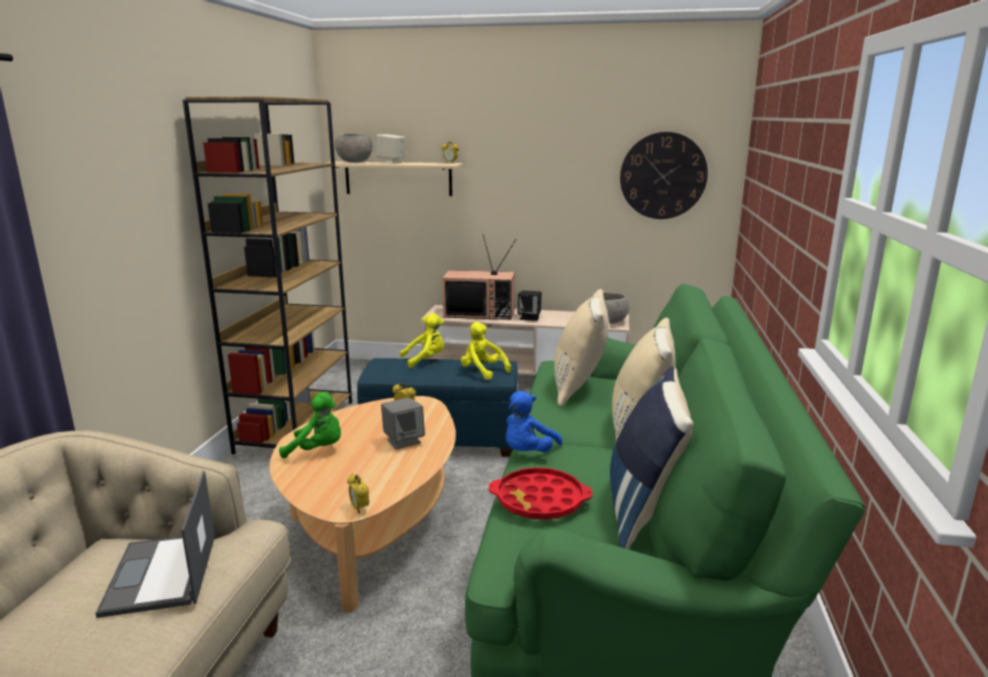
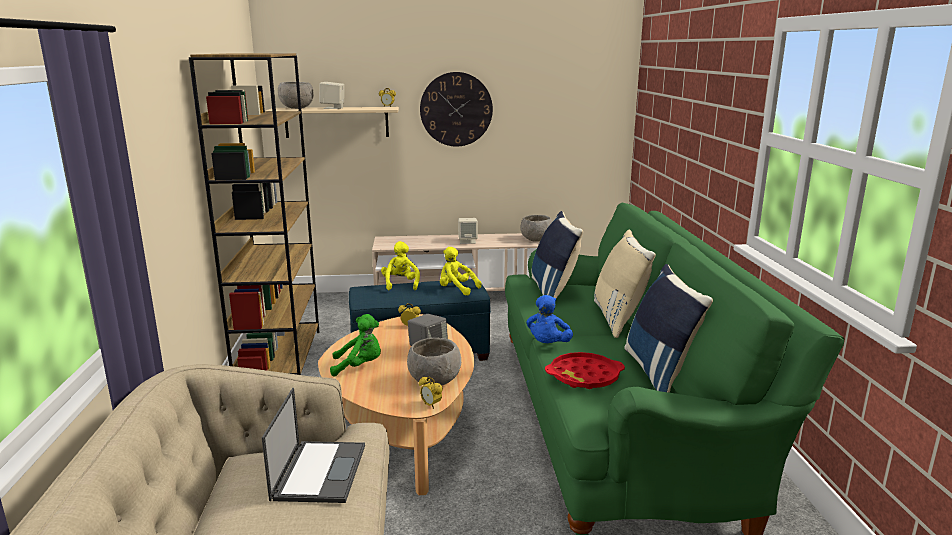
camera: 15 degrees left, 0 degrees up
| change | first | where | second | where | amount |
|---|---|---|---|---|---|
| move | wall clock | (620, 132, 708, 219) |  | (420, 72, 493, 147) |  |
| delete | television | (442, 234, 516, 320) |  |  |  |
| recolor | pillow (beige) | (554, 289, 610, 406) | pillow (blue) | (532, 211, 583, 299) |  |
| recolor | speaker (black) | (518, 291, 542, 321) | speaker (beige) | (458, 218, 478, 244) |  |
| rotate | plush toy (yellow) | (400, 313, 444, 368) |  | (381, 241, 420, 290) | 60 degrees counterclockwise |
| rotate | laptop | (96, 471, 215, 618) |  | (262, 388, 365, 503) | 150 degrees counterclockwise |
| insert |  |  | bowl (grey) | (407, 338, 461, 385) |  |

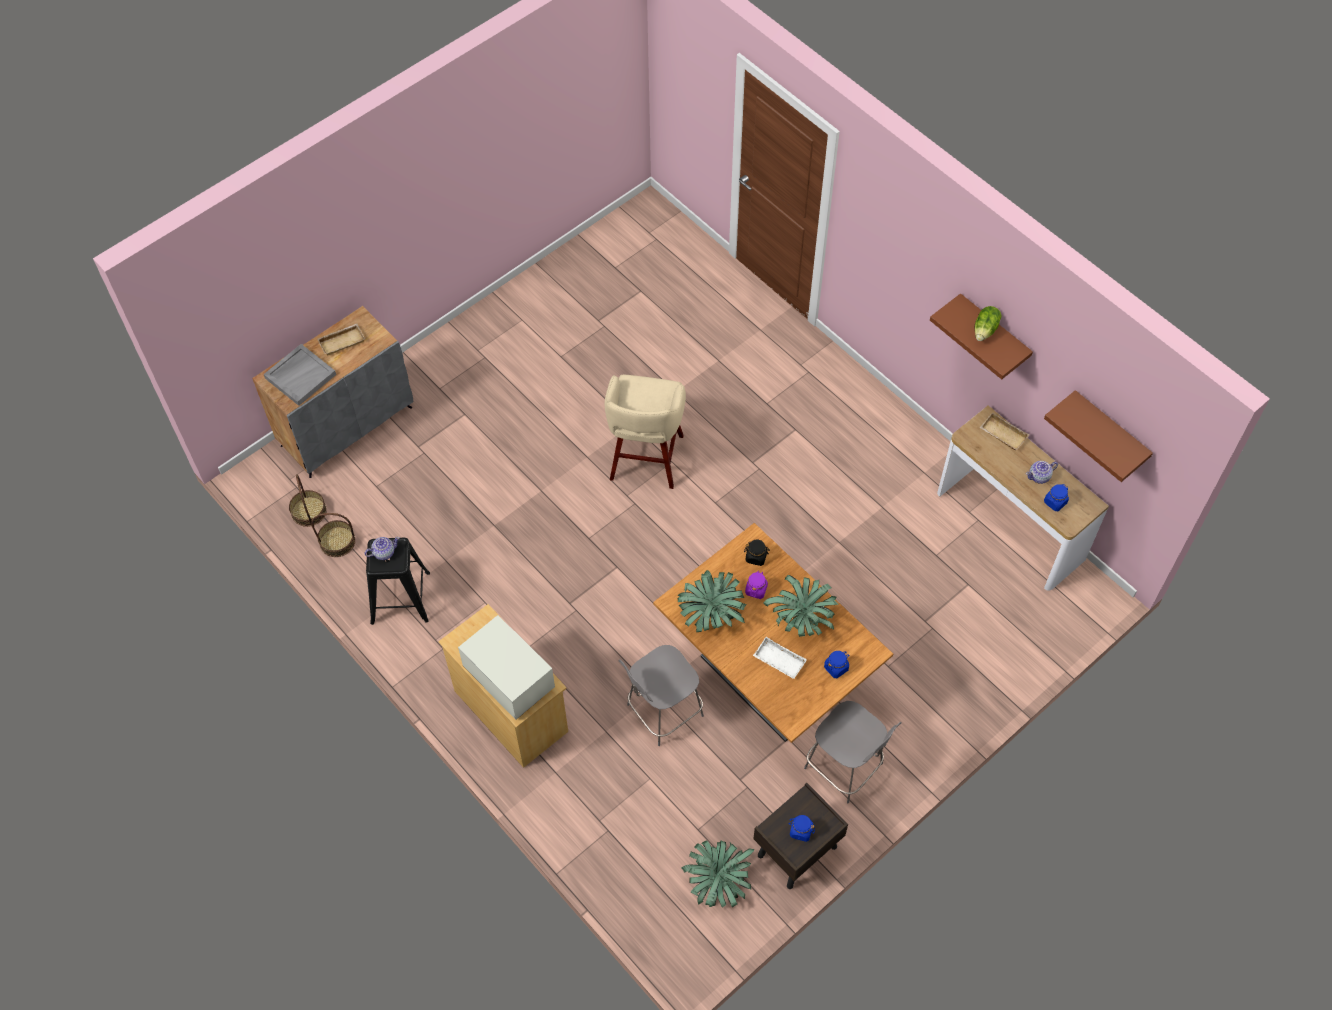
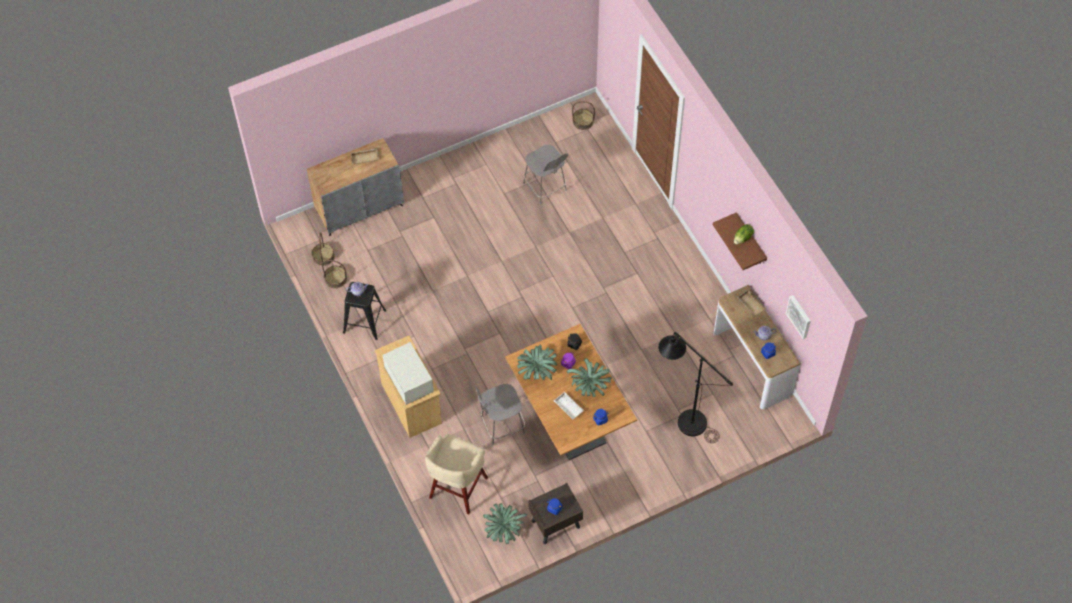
camera: 15 degrees right, 0 degrees up
| change | first | where | second | where | amount |
|---|---|---|---|---|---|
| delete | tray (grey) | (264, 344, 336, 406) |  |  |  |
| move | stool (beige) | (605, 375, 686, 489) |  | (425, 434, 488, 515) |  |
| replace | shelf (brown) | (1044, 390, 1153, 482) | picture | (786, 295, 811, 339) |  |
| move | chair (grey) | (804, 701, 901, 803) |  | (523, 145, 568, 205) |  |
| insert |  |  | basket | (572, 101, 595, 130) |  |
| insert |  |  | floor lamp (black) | (658, 332, 733, 443) |  |

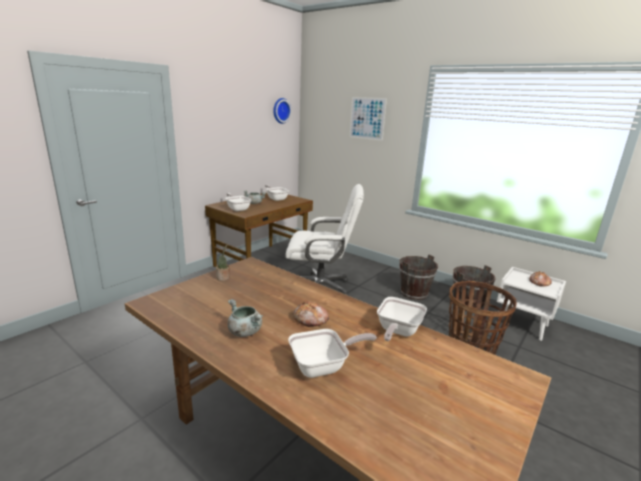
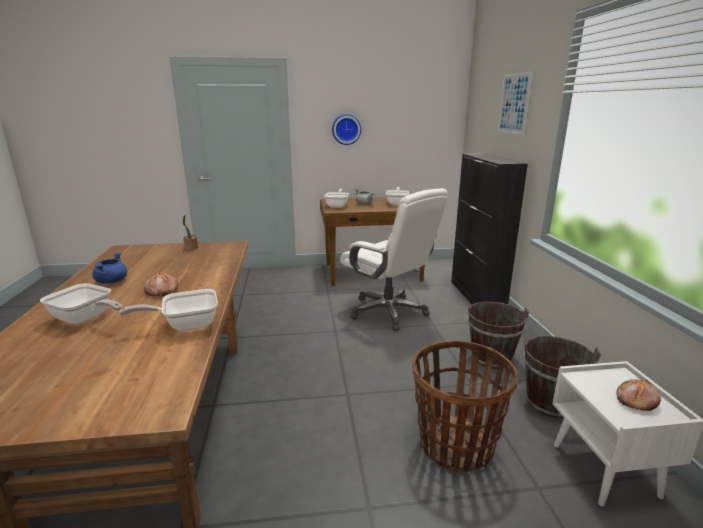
camera: 45 degrees right, 0 degrees up
| change | first | where | second | where | amount |
|---|---|---|---|---|---|
| move | wall clock | (273, 98, 292, 124) |  | (332, 114, 361, 145) |  |
| recolor | cooking pot (grey) | (228, 299, 263, 337) | cooking pot (blue) | (93, 252, 127, 284) |  |
| insert |  |  | cabinet (black) | (451, 153, 528, 305) |  |

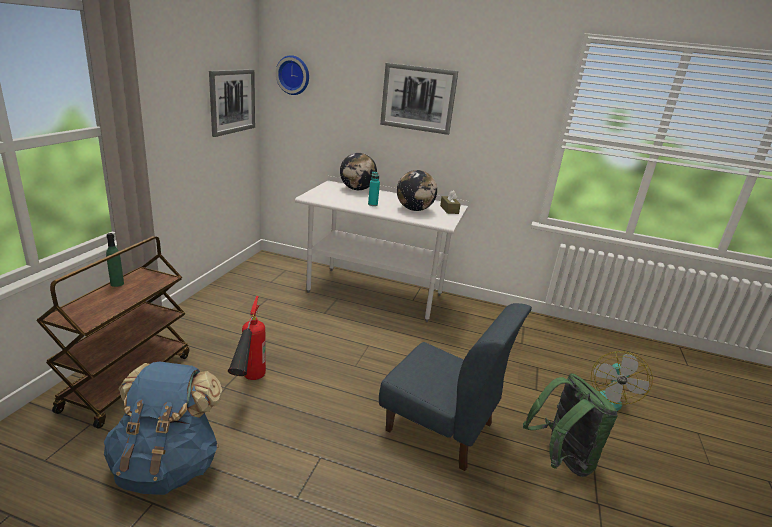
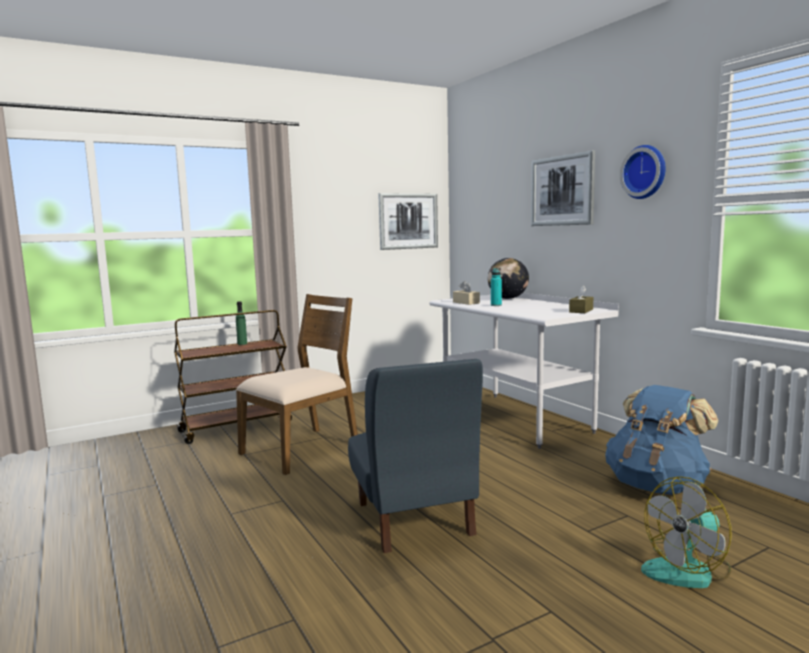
camera: 45 degrees right, 15 degrees down
| change | first | where | second | where | amount |
|---|---|---|---|---|---|
| move | wall clock | (276, 55, 309, 95) |  | (620, 145, 665, 199) |  |
| delete | globe | (397, 170, 437, 211) |  |  |  |
| replace | fire extinguisher | (228, 296, 266, 380) | chair (brown) | (236, 294, 358, 475) |  |
| move | backpack (blue) | (103, 362, 222, 495) |  | (605, 385, 719, 495) |  |
| delete | backpack (green) | (523, 373, 618, 477) |  |  |  |
| insert |  |  | tissue box (beige) | (453, 281, 480, 305) |  |

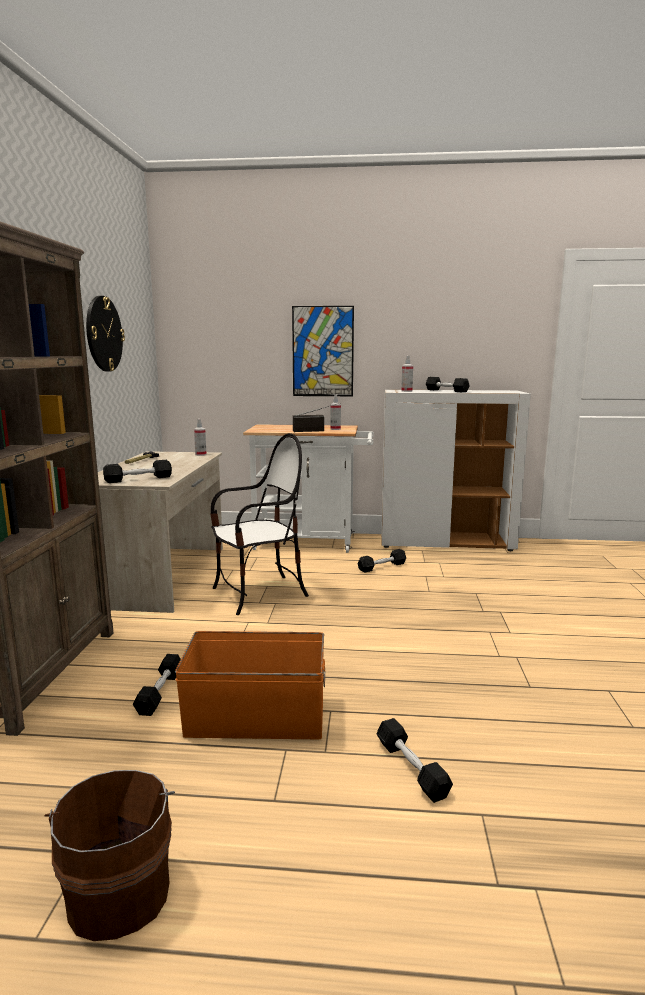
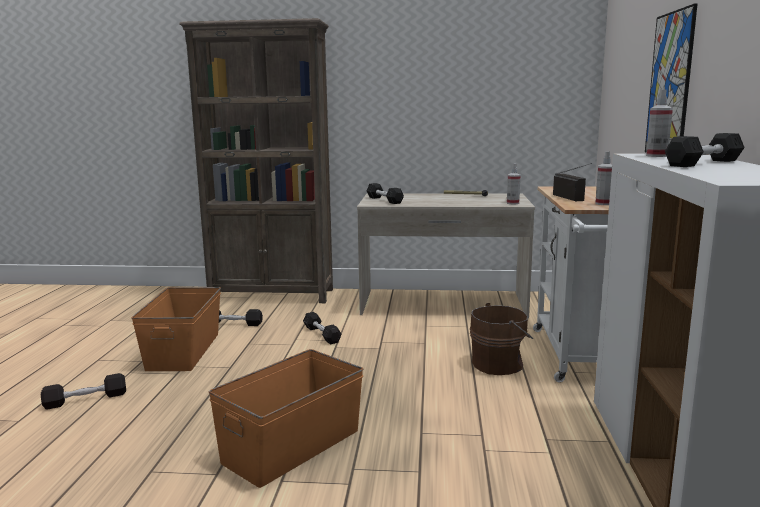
camera: 90 degrees right, 0 degrees up
| change | first | where | second | where | amount |
|---|---|---|---|---|---|
| delete | wall clock | (86, 296, 125, 372) |  |  |  |
| delete | chair | (210, 433, 309, 615) |  |  |  |
| move | dumbbell (black) | (358, 549, 406, 573) |  | (303, 312, 342, 344) |  |
| move | bucket (brown) | (44, 770, 175, 941) |  | (470, 303, 533, 375) |  |
| insert |  |  | storage box (orange) | (209, 349, 363, 488) |  |

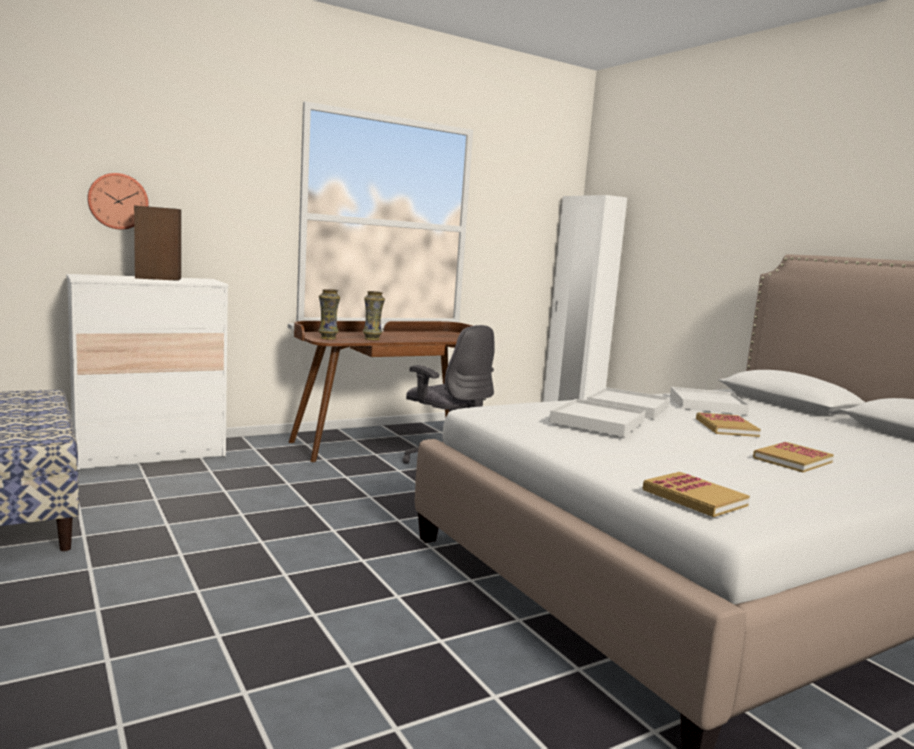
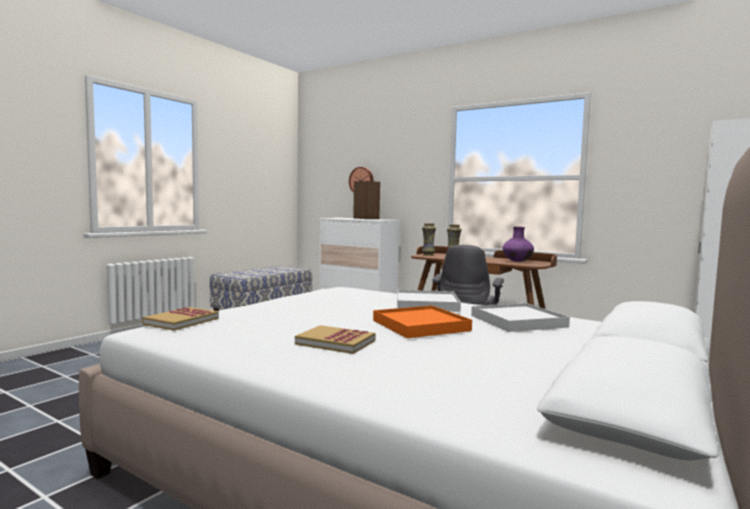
camera: 65 degrees right, 5 degrees down
| change | first | where | second | where | amount |
|---|---|---|---|---|---|
| delete | tray (white) | (549, 399, 645, 437) |  |  |  |
| replace | book | (696, 412, 761, 437) | tray (orange) | (373, 306, 472, 338) |  |
| insert |  |  | vase (purple) | (502, 226, 534, 262) |  |

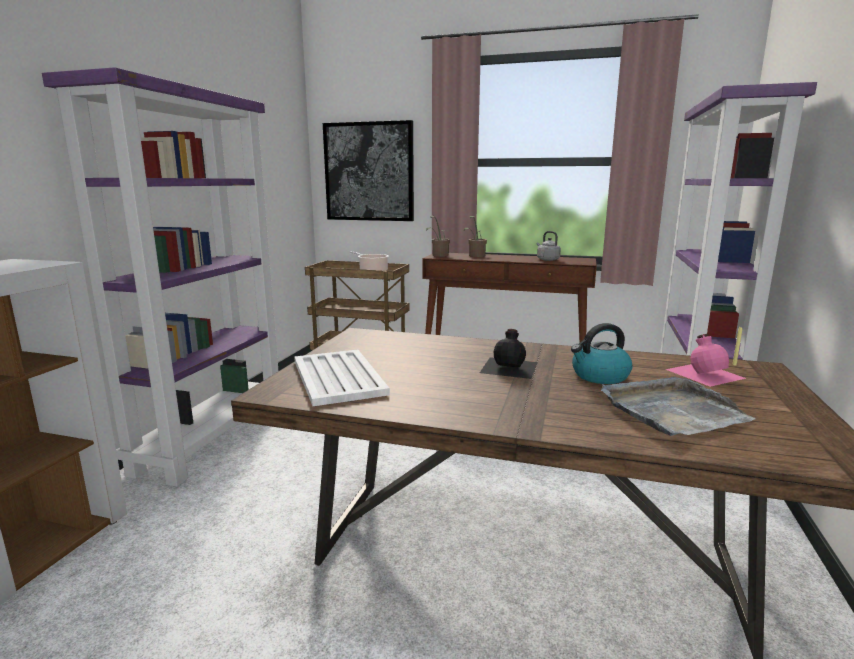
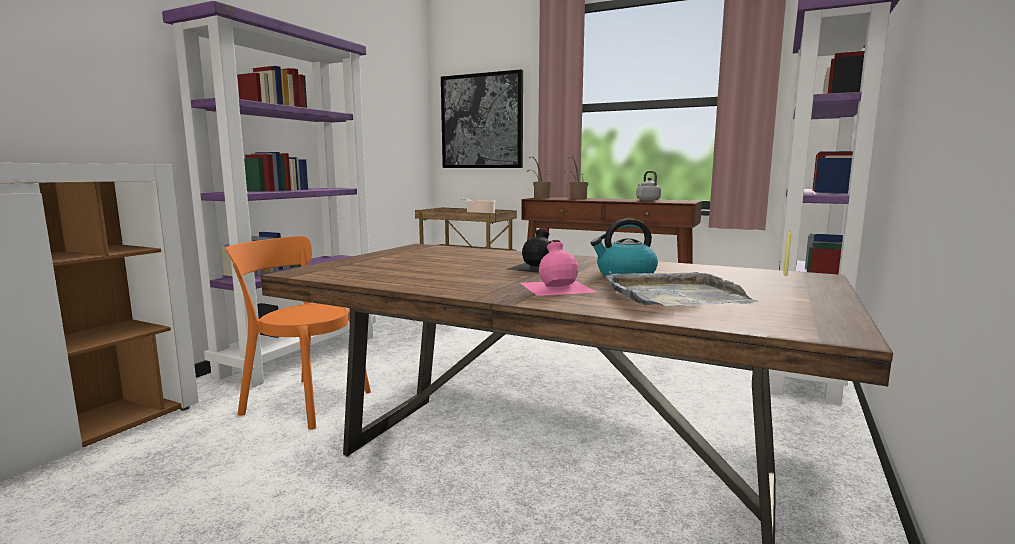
camera: 10 degrees right, 5 degrees down
| change | first | where | second | where | amount |
|---|---|---|---|---|---|
| move | bottle (pink) | (665, 334, 746, 387) |  | (520, 240, 596, 296) |  |
| delete | tray (white) | (294, 349, 390, 406) |  |  |  |
| insert |  |  | chair (orange) | (225, 236, 371, 430) |  |

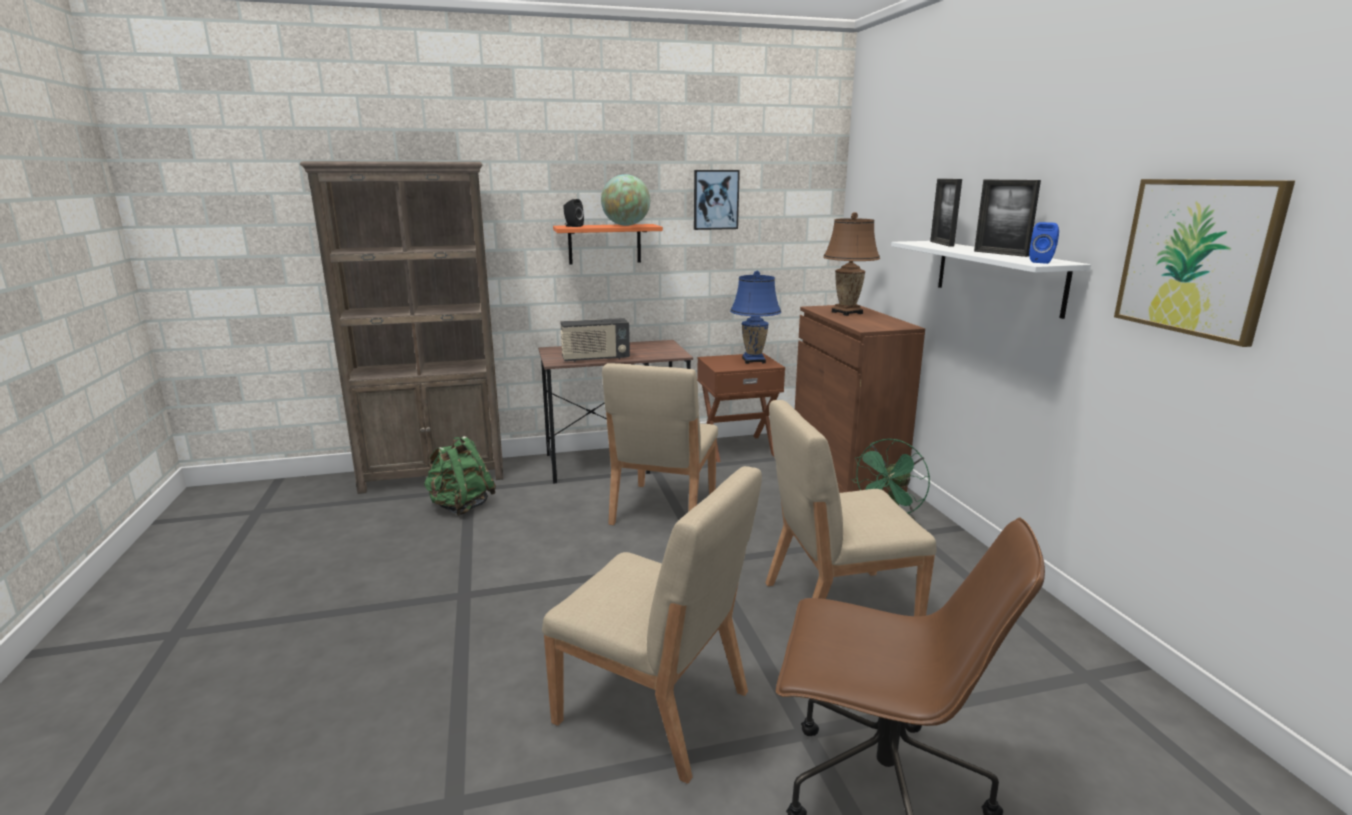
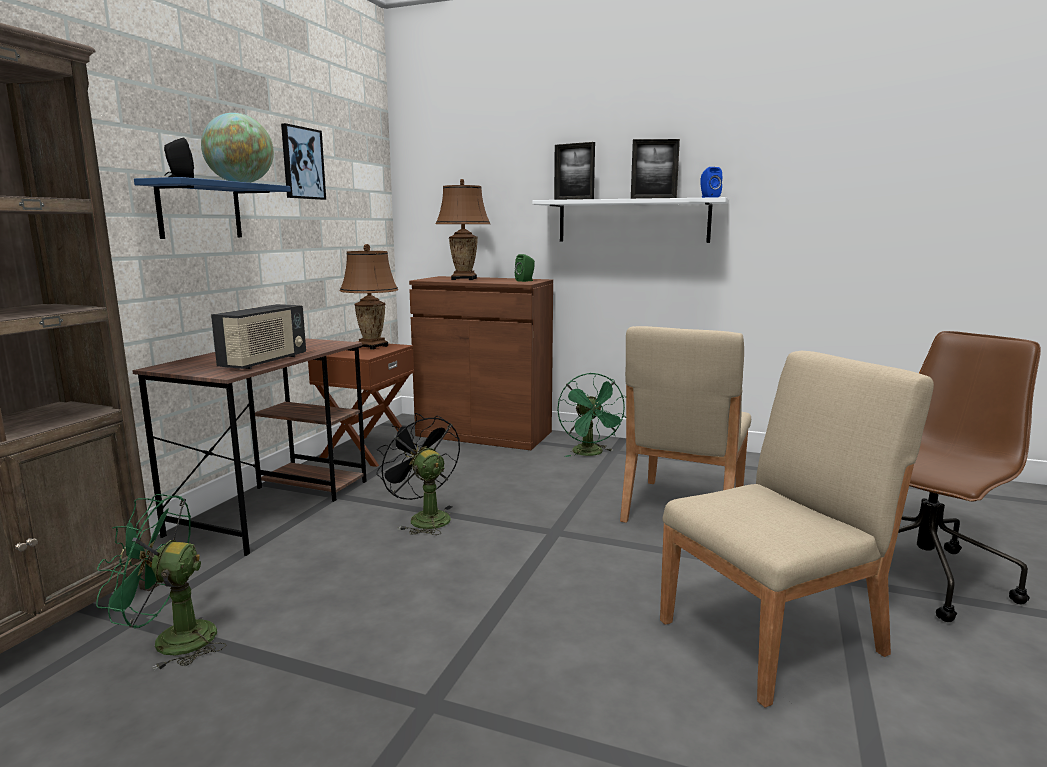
camera: 55 degrees left, 5 degrees down
| change | first | where | second | where | amount |
|---|---|---|---|---|---|
| delete | picture | (1114, 179, 1295, 347) |  |  |  |
| recolor | shelf (orange) | (553, 224, 663, 265) | shelf (blue) | (134, 177, 291, 239) |  |
| recolor | table lamp (blue) | (730, 271, 781, 364) | table lamp (brown) | (340, 244, 398, 350) |  |
| replace | chair (beige) | (602, 363, 718, 525) | fan (black) | (376, 413, 460, 535) |  |
| replace | backpack (green) | (423, 436, 496, 516) | fan (green) | (96, 494, 226, 671) |  |
| insert |  |  | speaker (green) | (515, 254, 535, 282) |  |

